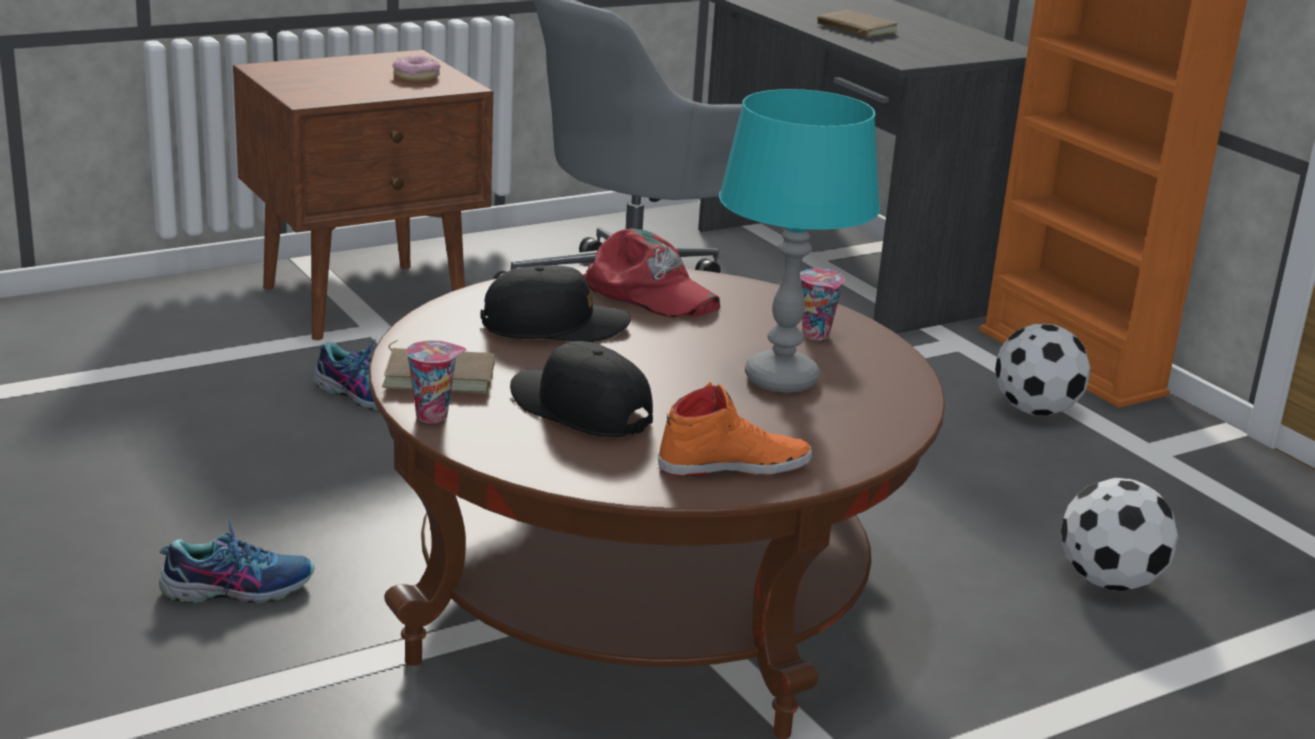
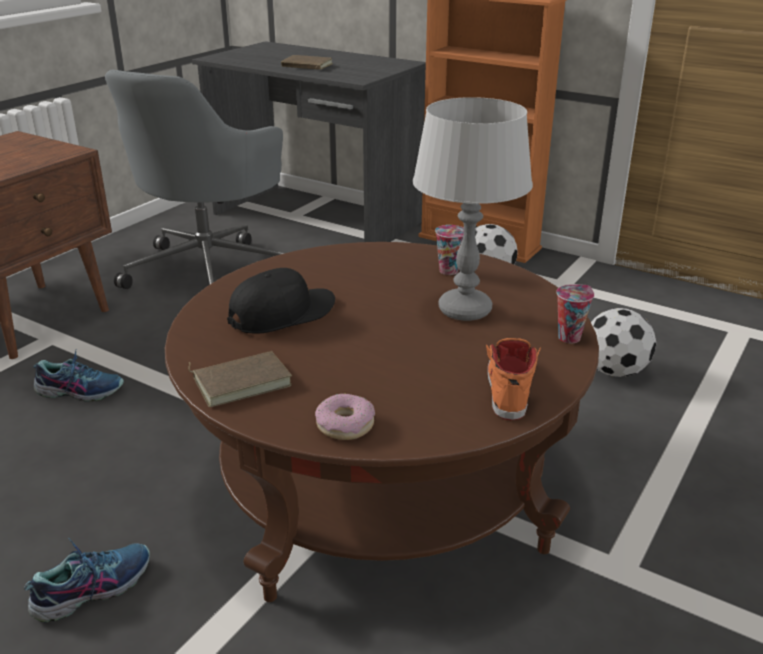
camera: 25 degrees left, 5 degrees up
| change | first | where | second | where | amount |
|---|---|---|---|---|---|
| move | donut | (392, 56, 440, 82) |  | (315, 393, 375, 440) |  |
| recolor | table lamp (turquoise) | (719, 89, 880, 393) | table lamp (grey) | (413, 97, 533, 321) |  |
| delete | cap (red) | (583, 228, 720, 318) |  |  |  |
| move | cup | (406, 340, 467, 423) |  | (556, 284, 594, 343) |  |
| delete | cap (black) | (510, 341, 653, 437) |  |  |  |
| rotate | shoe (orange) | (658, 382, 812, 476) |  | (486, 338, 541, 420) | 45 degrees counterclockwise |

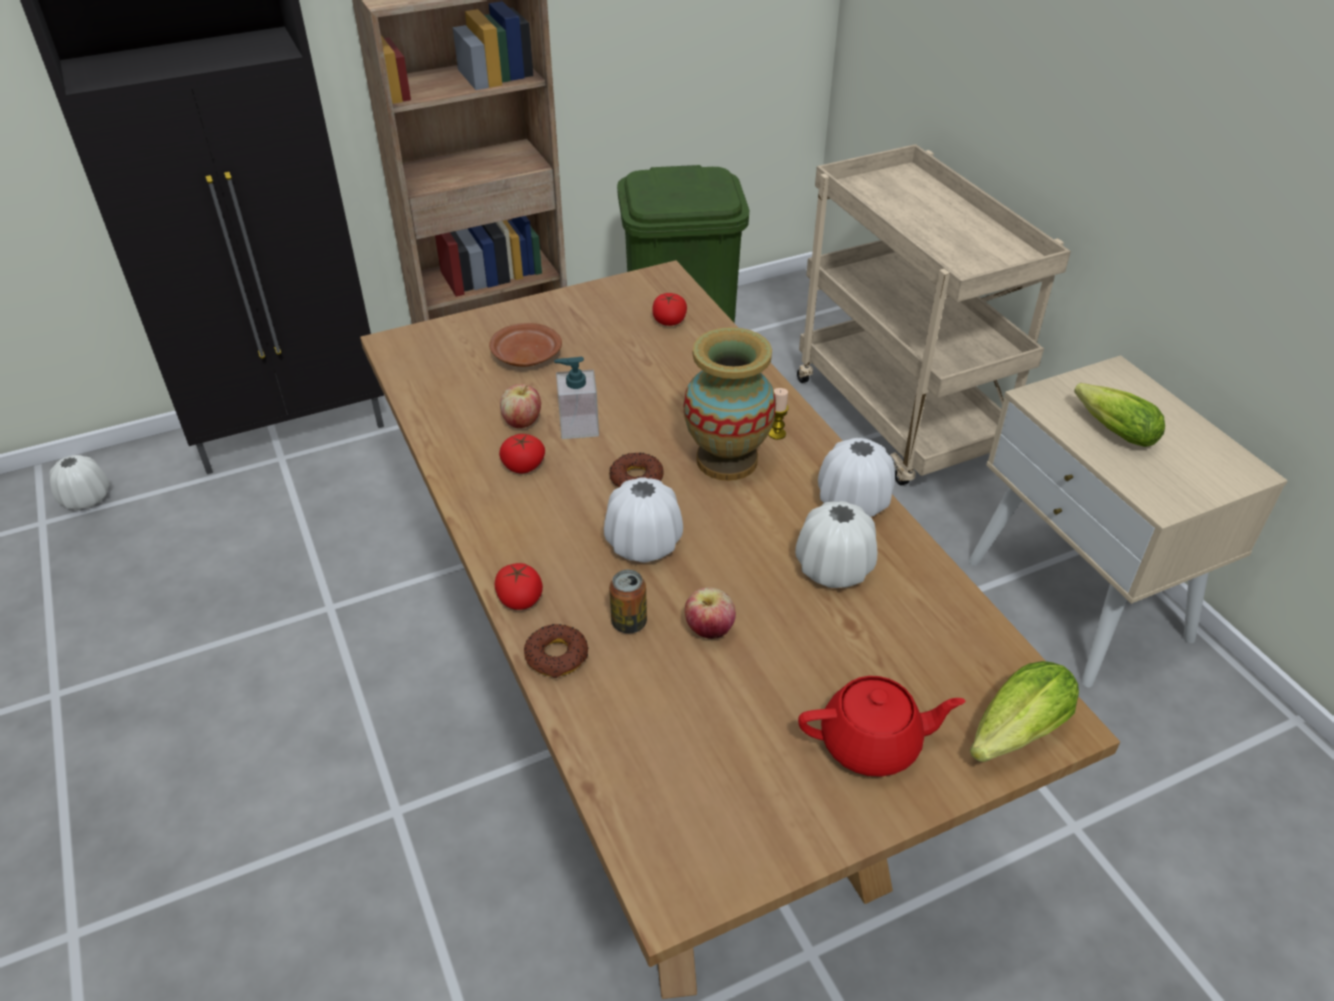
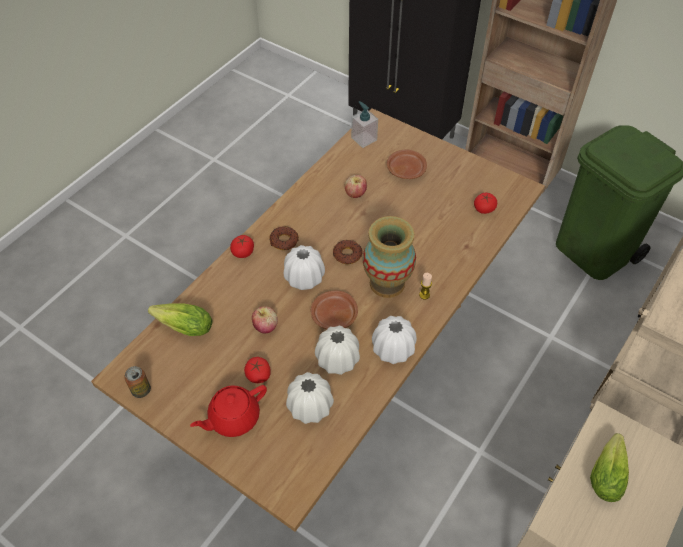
camera: 60 degrees right, 10 degrees up
| change | first | where | second | where | amount |
|---|---|---|---|---|---|
| move | soap dispenser | (554, 357, 599, 439) |  | (351, 101, 378, 148) |  |
| move | tomato | (499, 434, 545, 473) |  | (244, 357, 271, 383) |  |
| move | vase (white) | (49, 455, 110, 510) |  | (286, 372, 334, 424) |  |
| move | can | (609, 570, 647, 634) |  | (124, 366, 151, 398) |  |
| move | donut | (524, 624, 589, 678) |  | (269, 226, 299, 250) |  |
| move | lettuce | (970, 661, 1079, 762) |  | (148, 303, 213, 336) |  |
| rotate | teapot (red) | (798, 676, 966, 777) |  | (190, 385, 267, 437) | 90 degrees clockwise |
| insert |  |  | plate (brown) | (311, 291, 358, 329) |  |

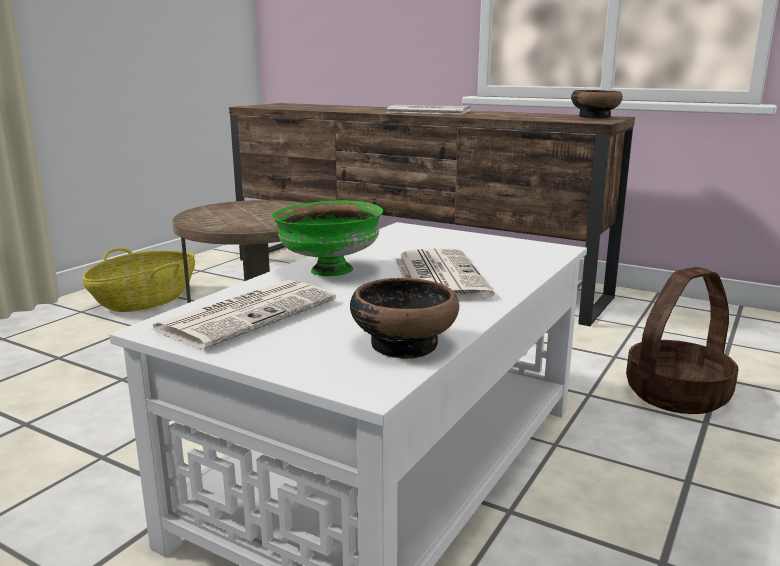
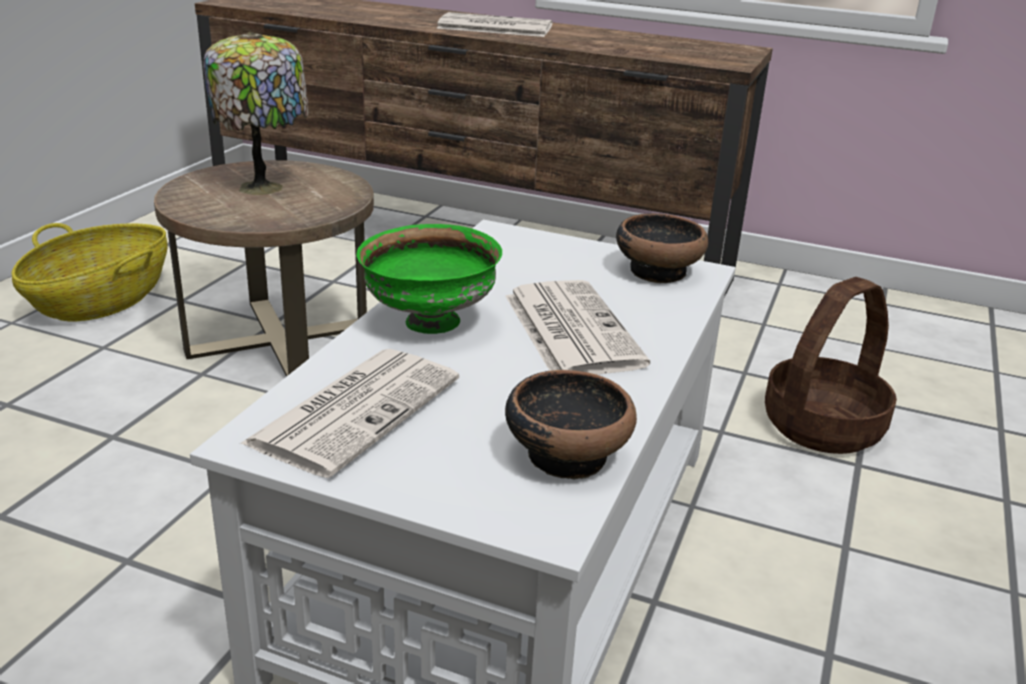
camera: 10 degrees left, 10 degrees up
| change | first | where | second | where | amount |
|---|---|---|---|---|---|
| move | bowl | (571, 90, 623, 119) |  | (616, 213, 708, 283) |  |
| insert |  |  | table lamp | (203, 32, 309, 195) |  |

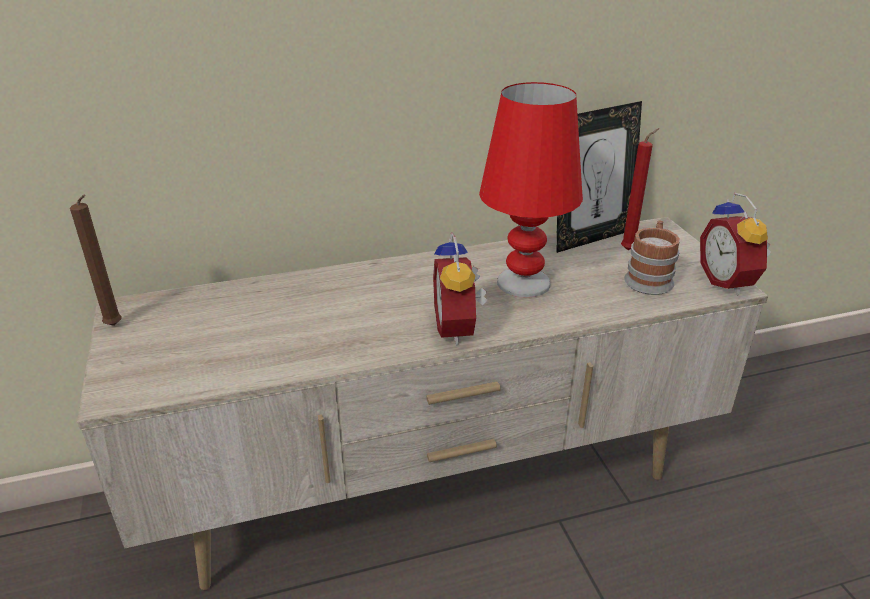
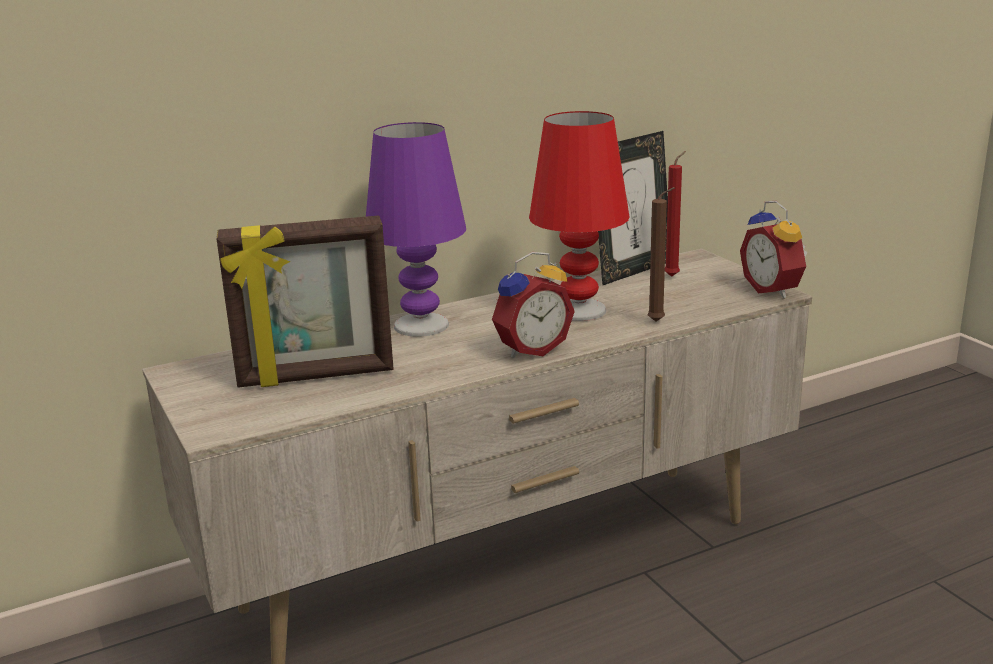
camera: 10 degrees left, 10 degrees down
| change | first | where | second | where | amount |
|---|---|---|---|---|---|
| move | candle (brown) | (70, 195, 122, 326) |  | (648, 187, 675, 322) |  |
| delete | mug | (624, 220, 680, 295) |  |  |  |
| rotate | alarm clock | (433, 232, 487, 345) |  | (492, 252, 575, 358) | 105 degrees counterclockwise |
| insert |  |  | table lamp (purple) | (366, 122, 466, 337) |  |
| insert |  |  | picture frame | (217, 215, 394, 388) |  |

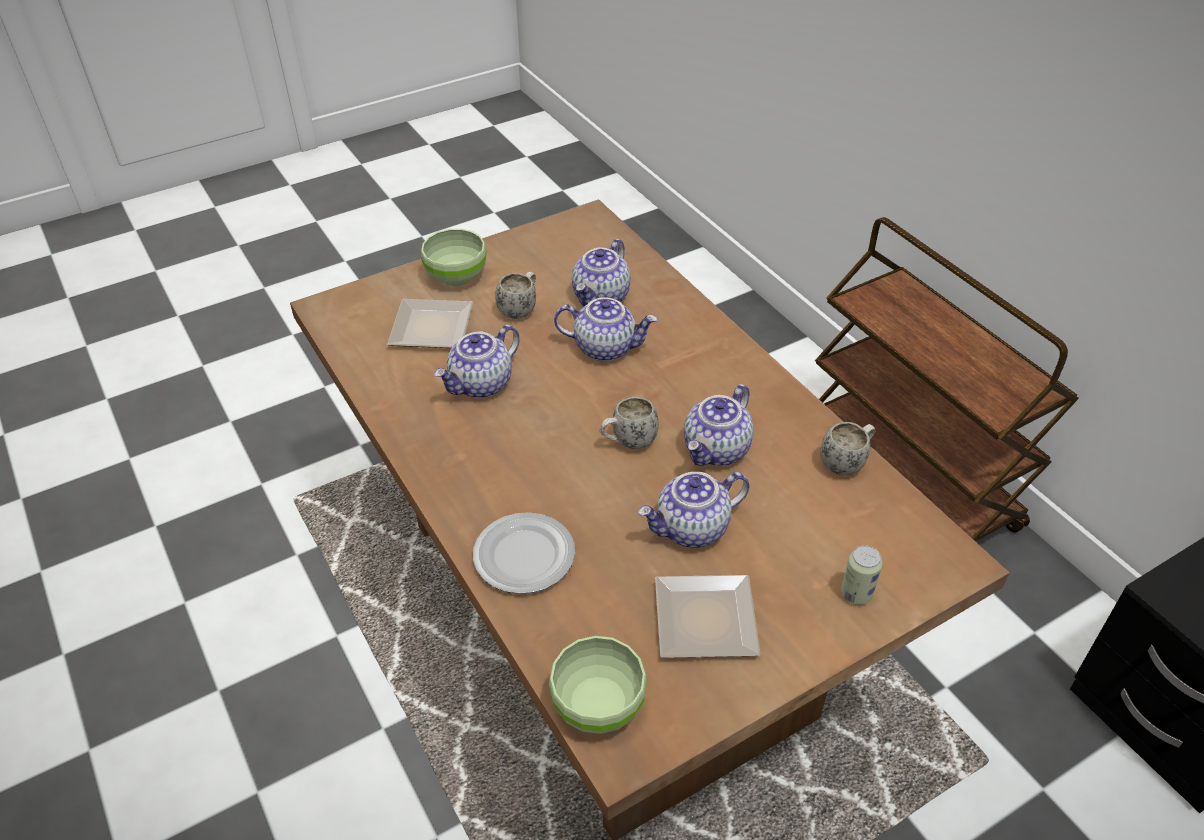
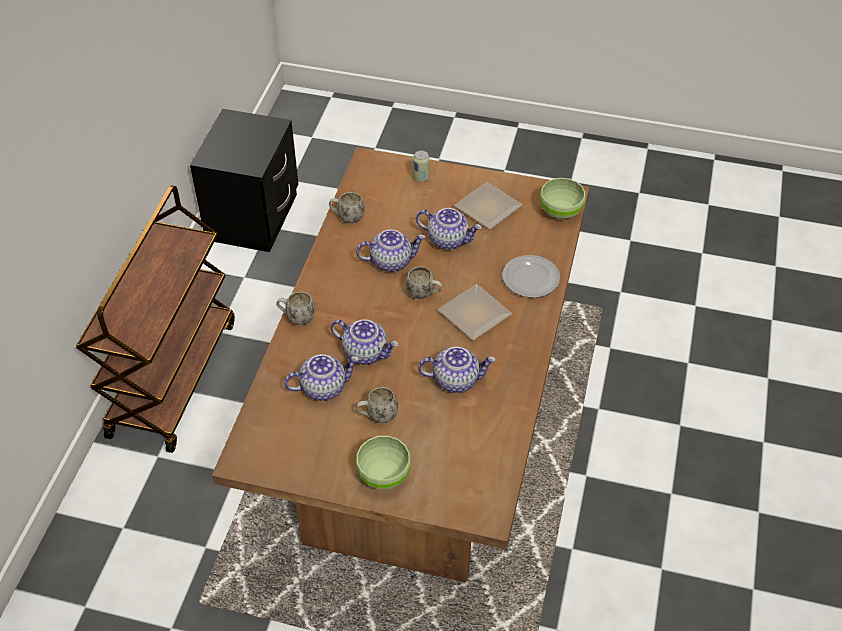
camera: 135 degrees left, 5 degrees up
| change | first | where | second | where | amount |
|---|---|---|---|---|---|
| rotate | teapot | (554, 297, 657, 361) |  | (331, 319, 399, 365) | 150 degrees clockwise |
| move | plate | (387, 299, 473, 348) |  | (438, 284, 512, 340) |  |
| insert |  |  | mug (white) | (276, 292, 315, 325) |  |

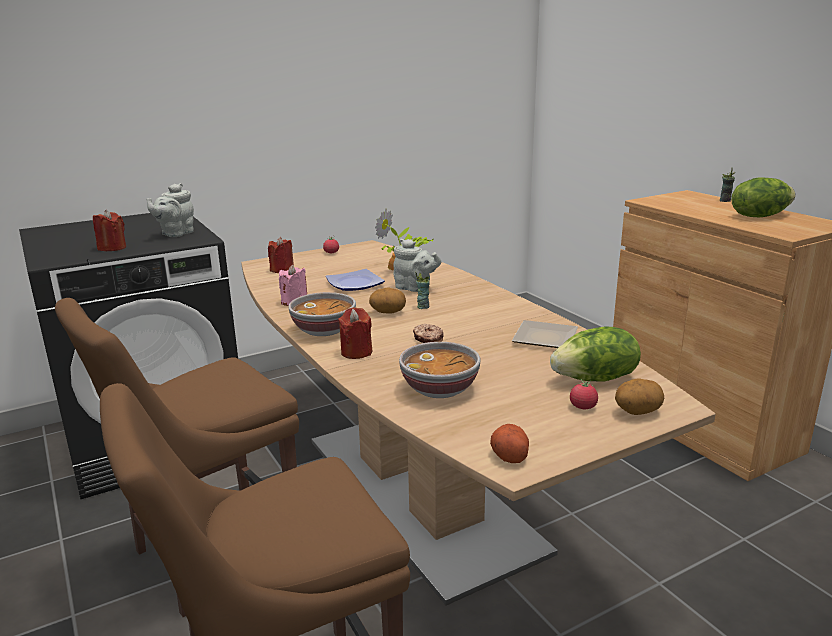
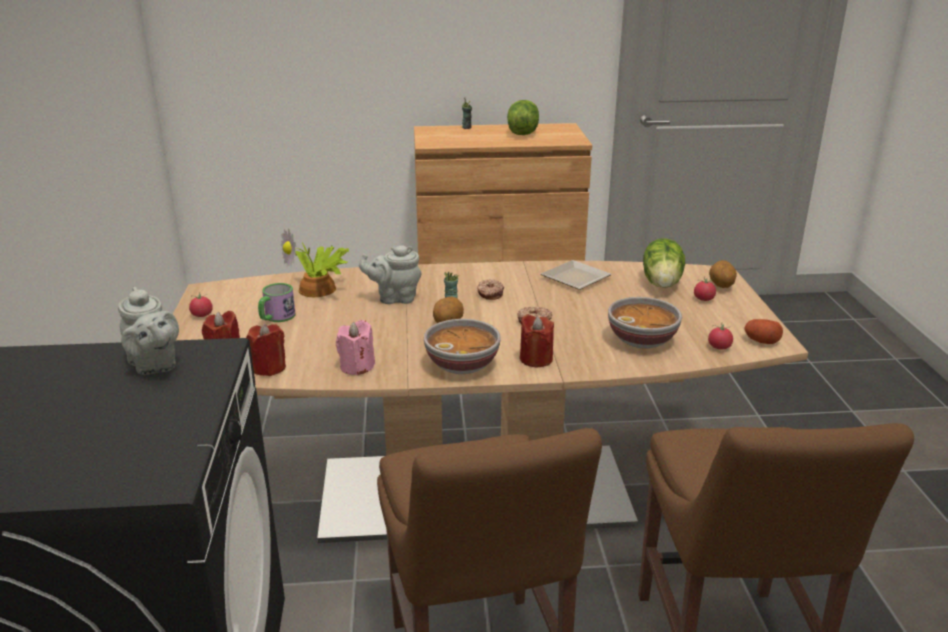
camera: 65 degrees left, 5 degrees up
| change | first | where | second | where | amount |
|---|---|---|---|---|---|
| move | candle (red) | (93, 210, 126, 251) |  | (246, 323, 286, 376) |  |
| rotate | teapot (grey) | (393, 239, 441, 292) |  | (359, 246, 422, 304) | 150 degrees counterclockwise |
| delete | plate | (326, 269, 385, 291) |  |  |  |
| insert |  |  | donut | (477, 279, 504, 300) |  |
| insert |  |  | mug | (258, 283, 296, 322) |  |
| insert |  |  | tomato | (708, 323, 733, 350) |  |

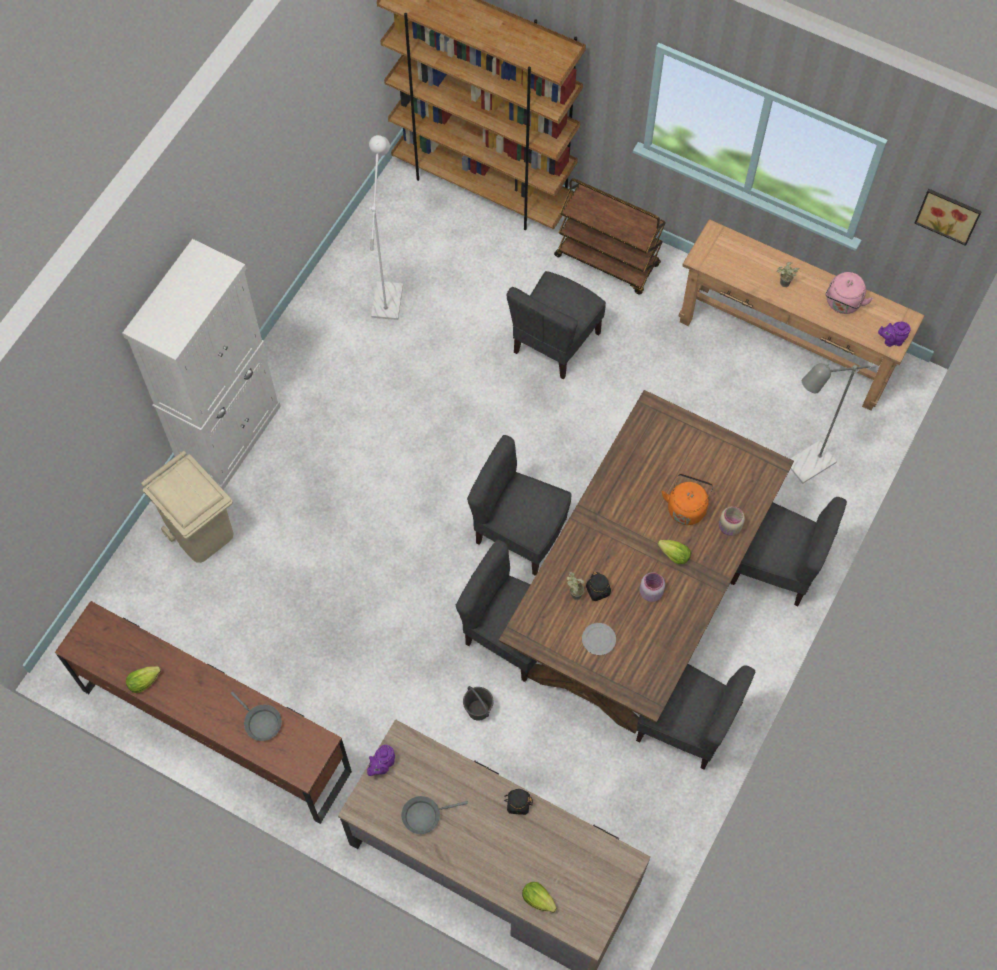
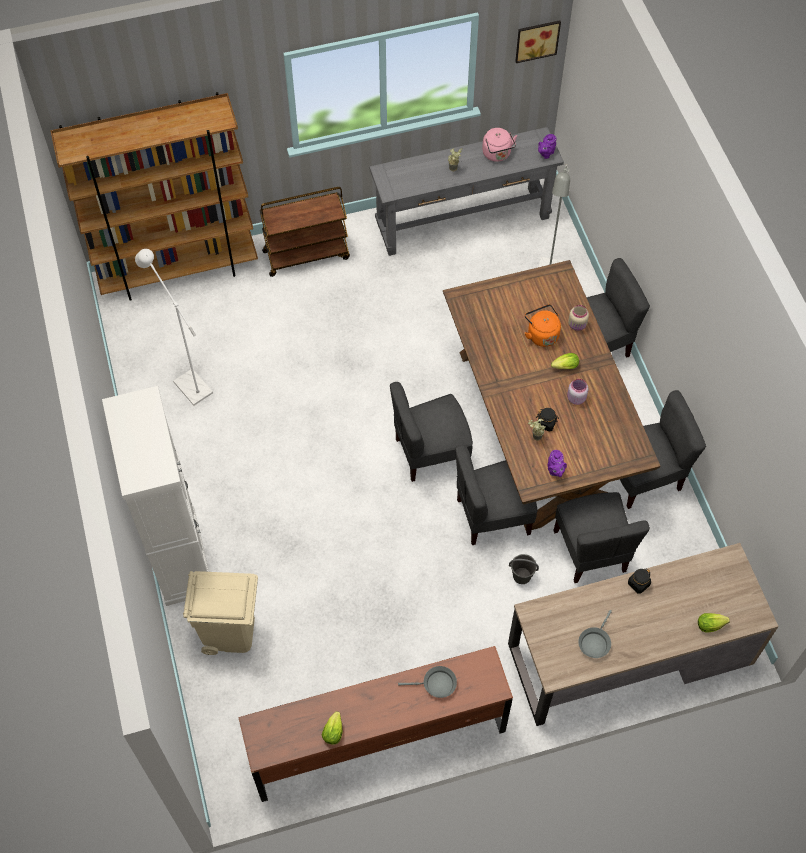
camera: 45 degrees left, 5 degrees down
| change | first | where | second | where | amount |
|---|---|---|---|---|---|
| recolor | console table (brown) | (679, 219, 925, 411) | console table (grey) | (369, 127, 564, 256) |  |
| move | chair (grey) | (506, 271, 606, 379) |  | (553, 492, 650, 583) |  |
| delete | plate | (582, 623, 616, 655) |  |  |  |
| move | teapot (purple) | (367, 745, 395, 776) |  | (548, 450, 567, 477) |  |

